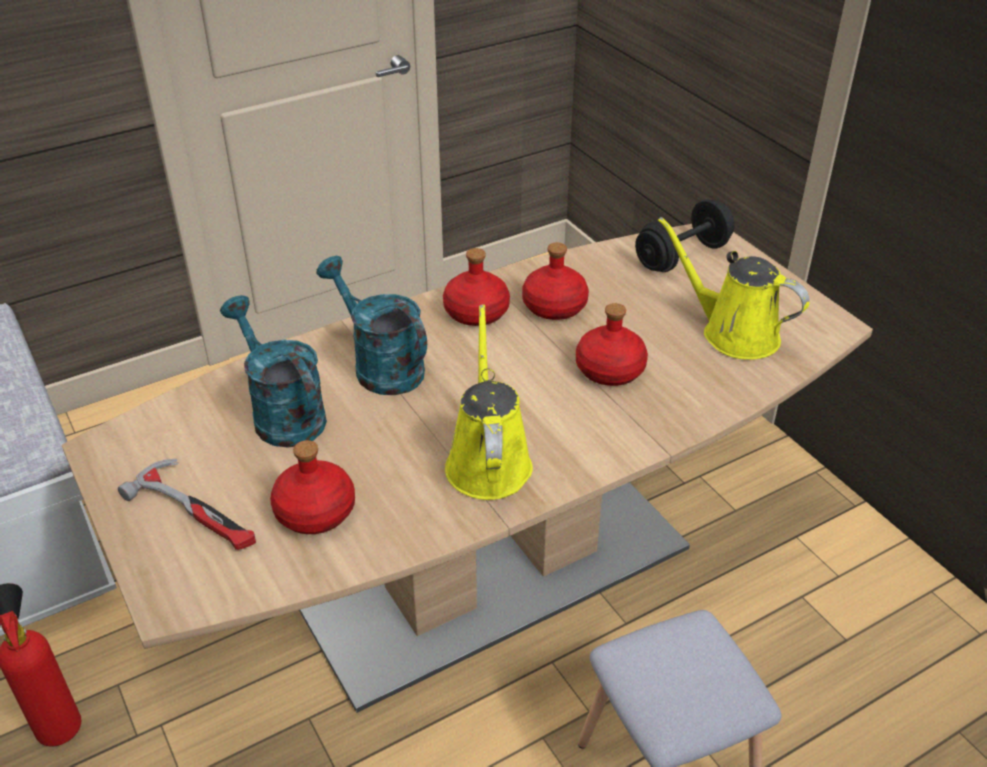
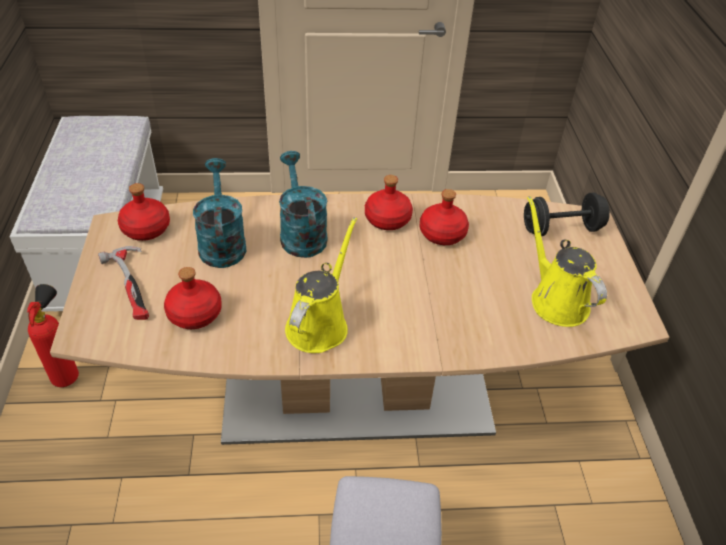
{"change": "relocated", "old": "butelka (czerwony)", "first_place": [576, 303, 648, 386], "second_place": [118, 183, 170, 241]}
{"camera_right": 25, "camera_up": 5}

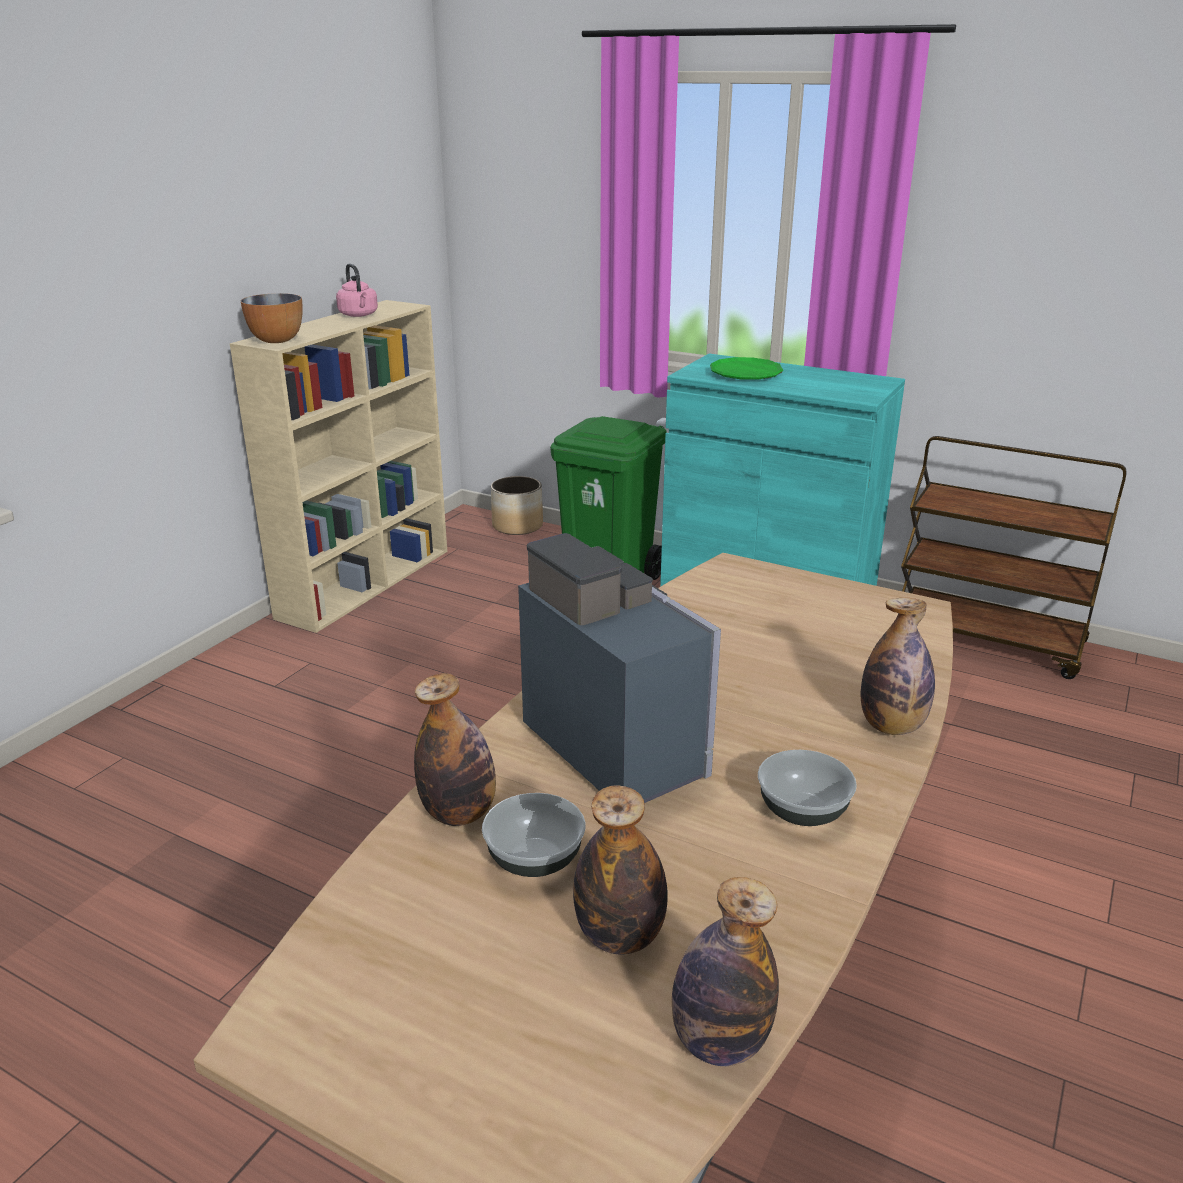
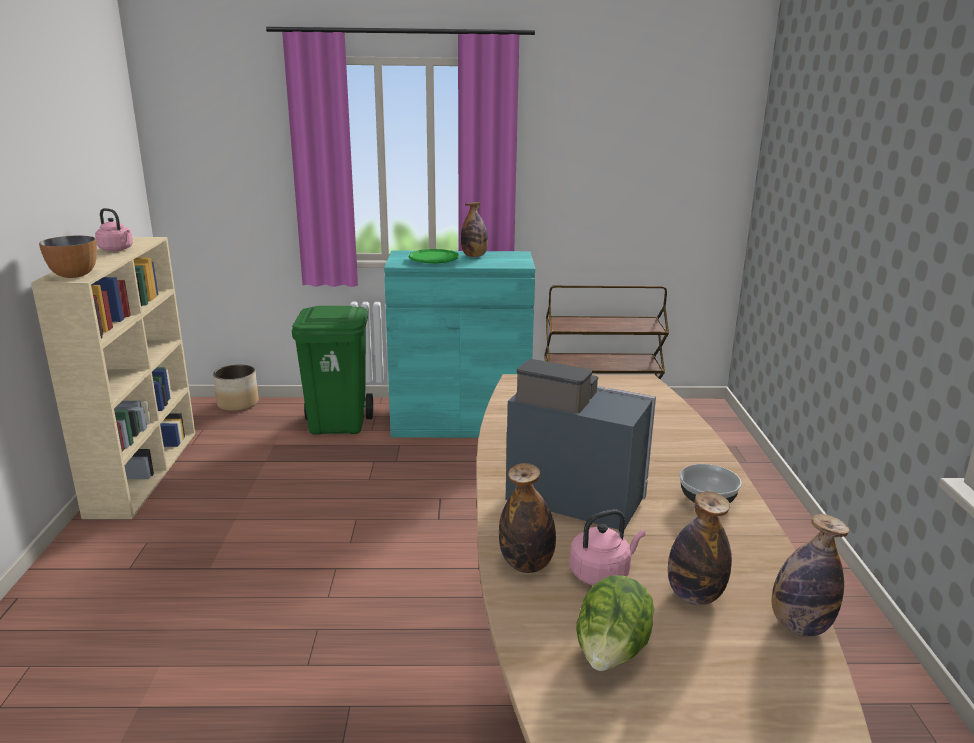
{"change": "appeared", "new": "sałata", "second_place": [576, 575, 654, 671]}
{"change": "relocated", "old": "butelka", "first_place": [861, 598, 935, 735], "second_place": [461, 202, 488, 257]}
{"change": "exchanged", "old": "miska", "new": "czajnik (różowy)", "first_place": [482, 793, 586, 877], "second_place": [569, 509, 645, 585]}
{"camera_right": -30, "camera_up": -5}

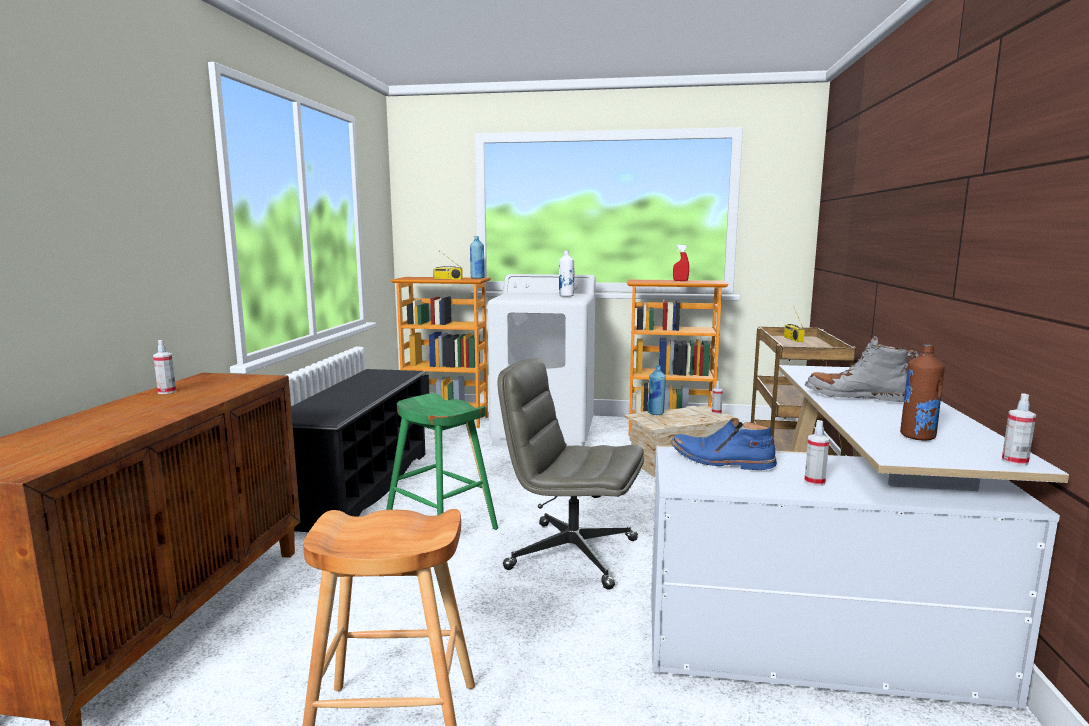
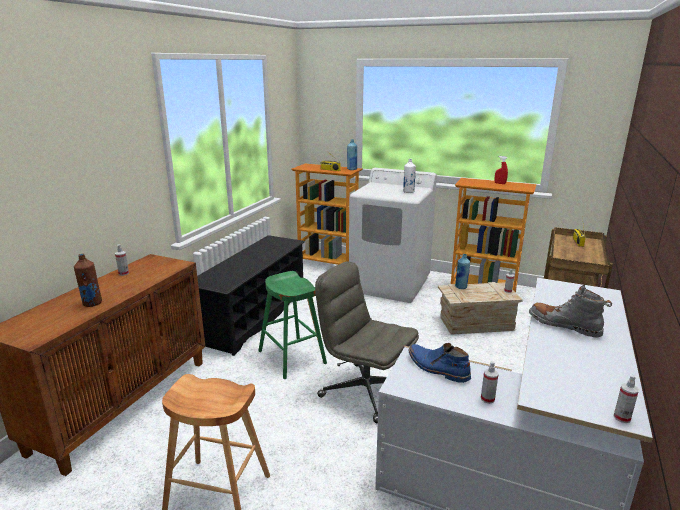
{"change": "relocated", "old": "butelka (brązowy)", "first_place": [900, 345, 945, 441], "second_place": [74, 254, 102, 307]}
{"camera_right": 15, "camera_up": 10}

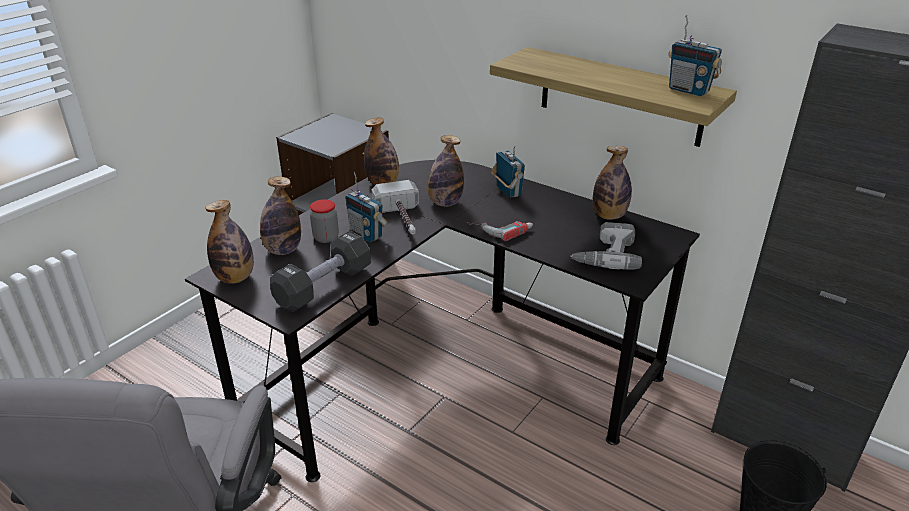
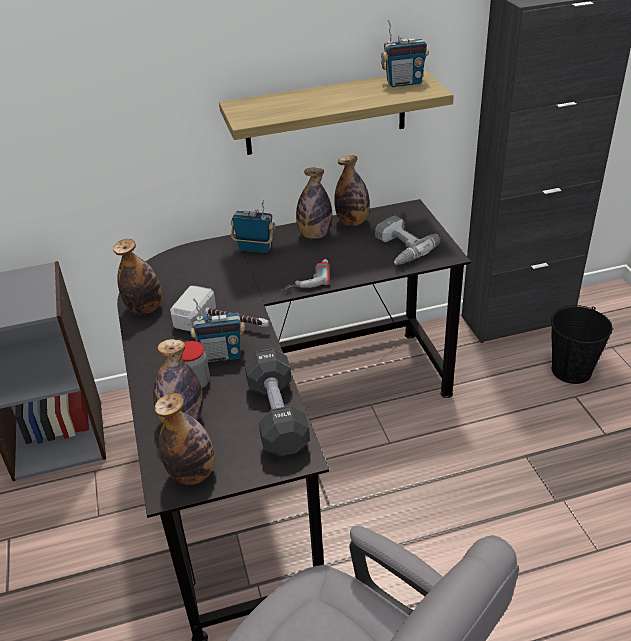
{"change": "relocated", "old": "butelka", "first_place": [428, 135, 464, 207], "second_place": [296, 168, 332, 239]}
{"camera_right": -50, "camera_up": 5}

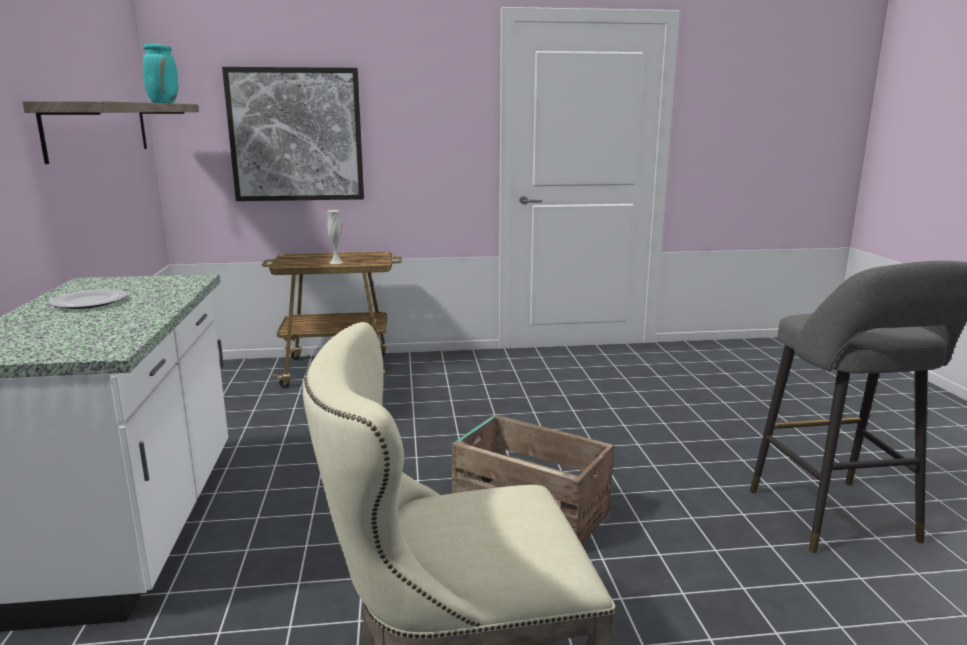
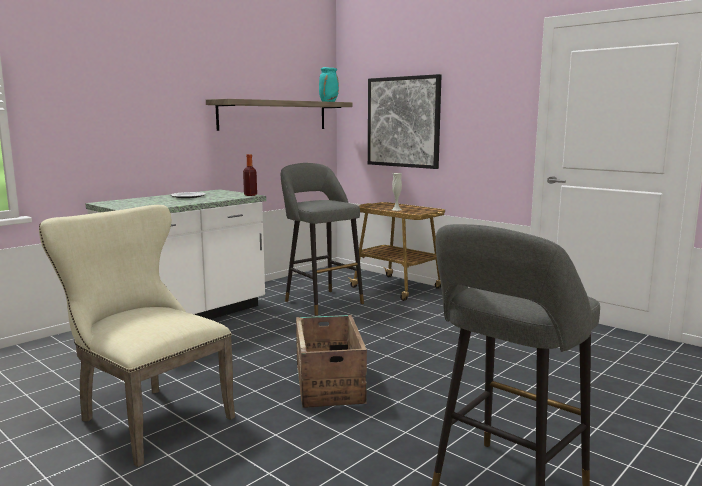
{"change": "appeared", "new": "butelka", "second_place": [243, 154, 257, 196]}
{"change": "appeared", "new": "stołek (szary)", "second_place": [281, 163, 364, 315]}
{"camera_right": 50, "camera_up": -5}

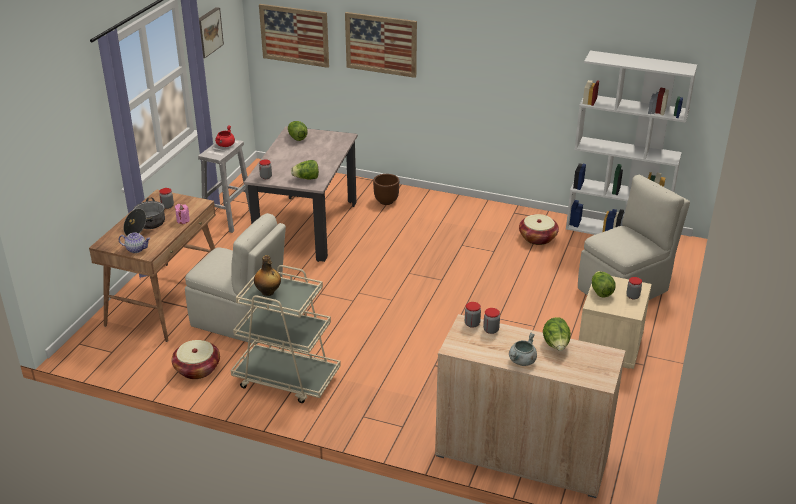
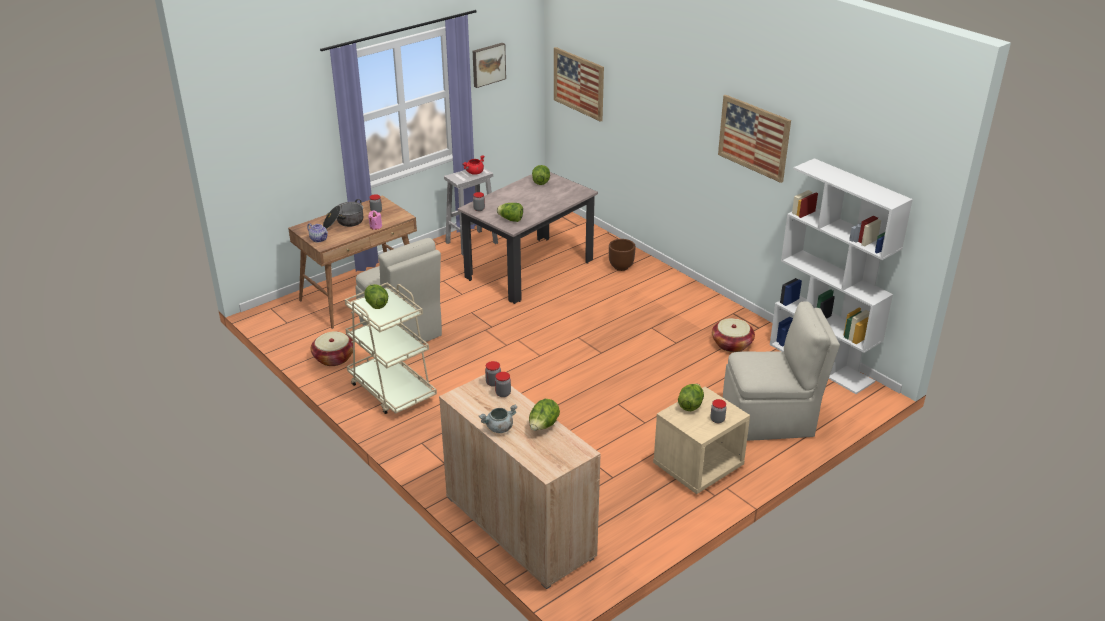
{"change": "relocated", "old": "obraz", "first_place": [345, 12, 417, 78], "second_place": [718, 94, 791, 183]}
{"change": "exchanged", "old": "butelka", "new": "sałata", "first_place": [254, 255, 281, 296], "second_place": [364, 284, 388, 309]}
{"camera_right": 30, "camera_up": 0}

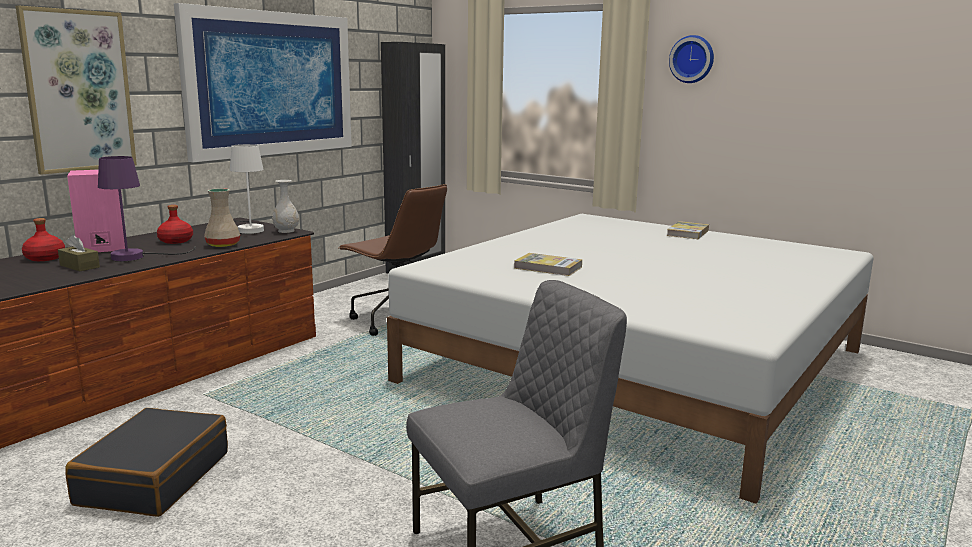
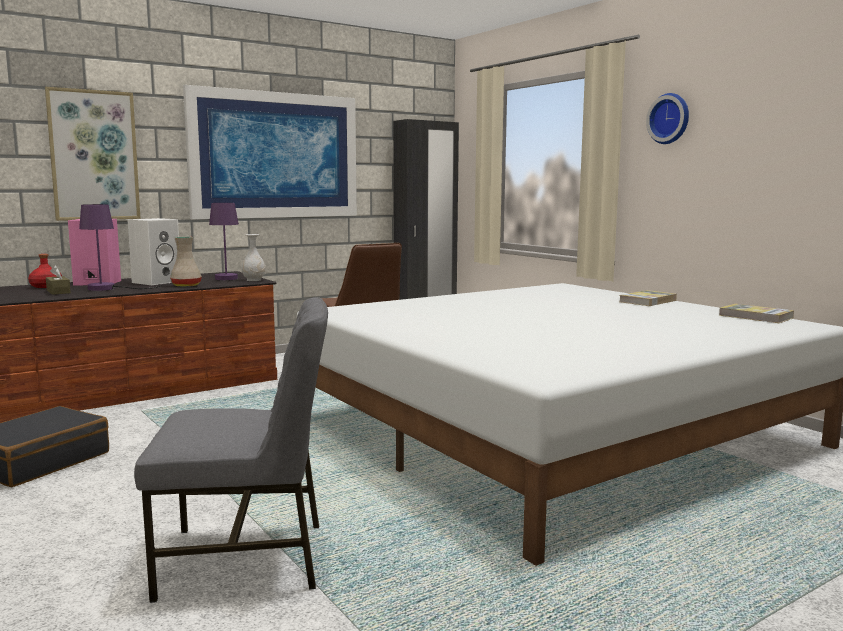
{"change": "relocated", "old": "książka", "first_place": [514, 253, 582, 276], "second_place": [719, 304, 794, 323]}
{"change": "exchanged", "old": "butelka (czerwony)", "new": "głośnik (biały)", "first_place": [157, 205, 193, 244], "second_place": [128, 218, 179, 285]}
{"change": "colour", "old": "lampa stołowa (biały)", "new": "lampa stołowa (fioletowy)", "first_place": [230, 144, 264, 234], "second_place": [209, 203, 239, 281]}
{"camera_right": 20, "camera_up": -5}

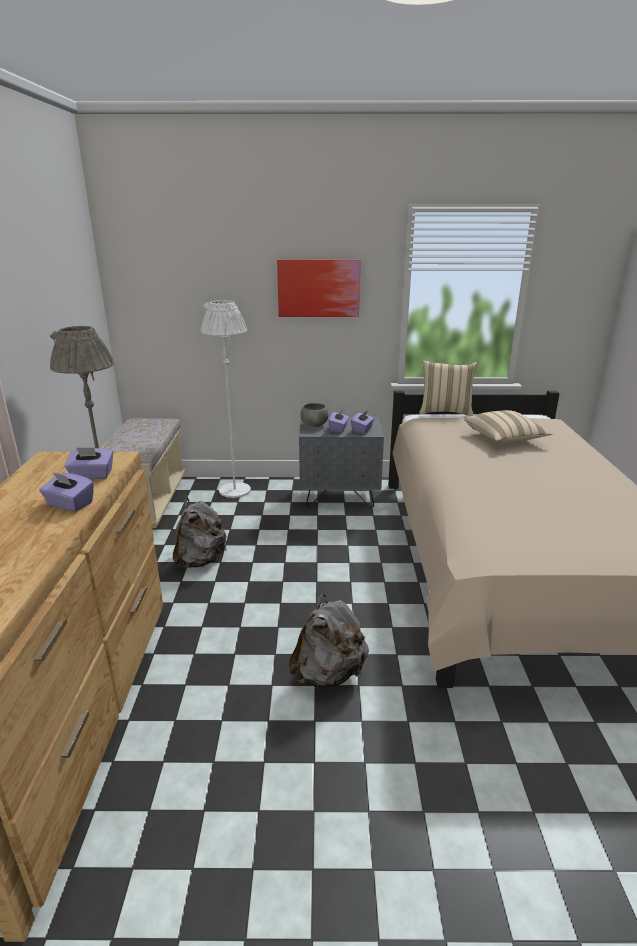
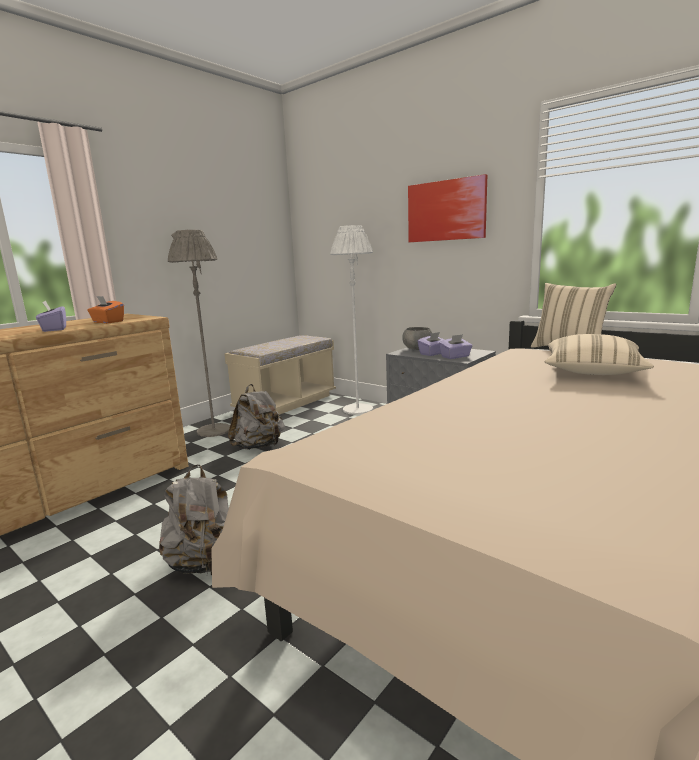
{"change": "colour", "old": "pudełko chusteczek (fioletowy)", "new": "pudełko chusteczek (pomarańczowy)", "first_place": [65, 447, 113, 479], "second_place": [87, 296, 124, 324]}
{"camera_right": 40, "camera_up": -10}

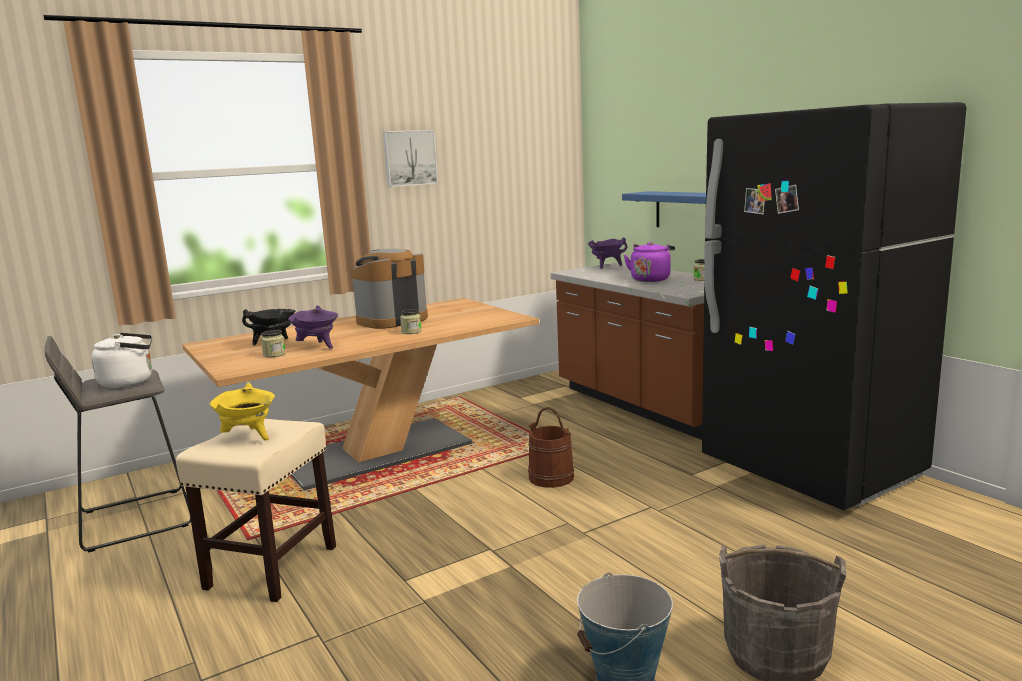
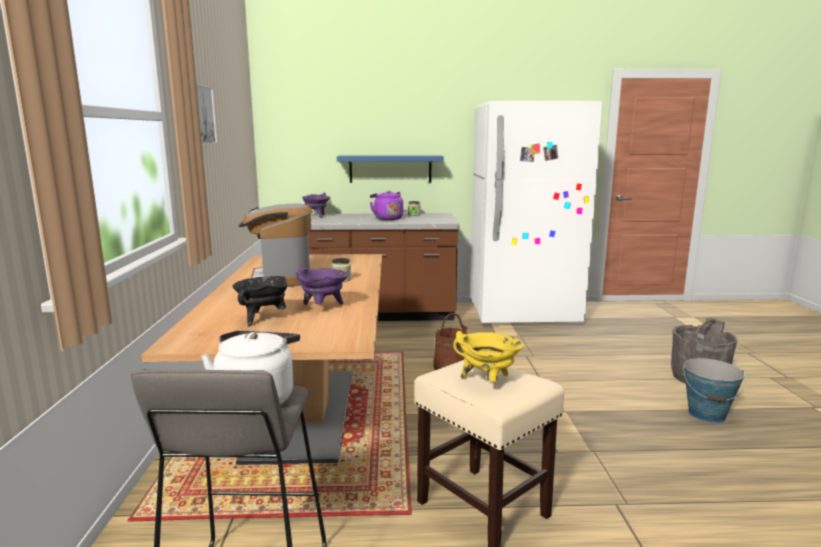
{"change": "missing", "old": "słoik", "first_place": [261, 330, 286, 357]}
{"change": "colour", "old": "lodówka (czarny)", "new": "lodówka (biały)", "first_place": [702, 102, 967, 510], "second_place": [470, 101, 603, 323]}
{"camera_right": -60, "camera_up": 0}

